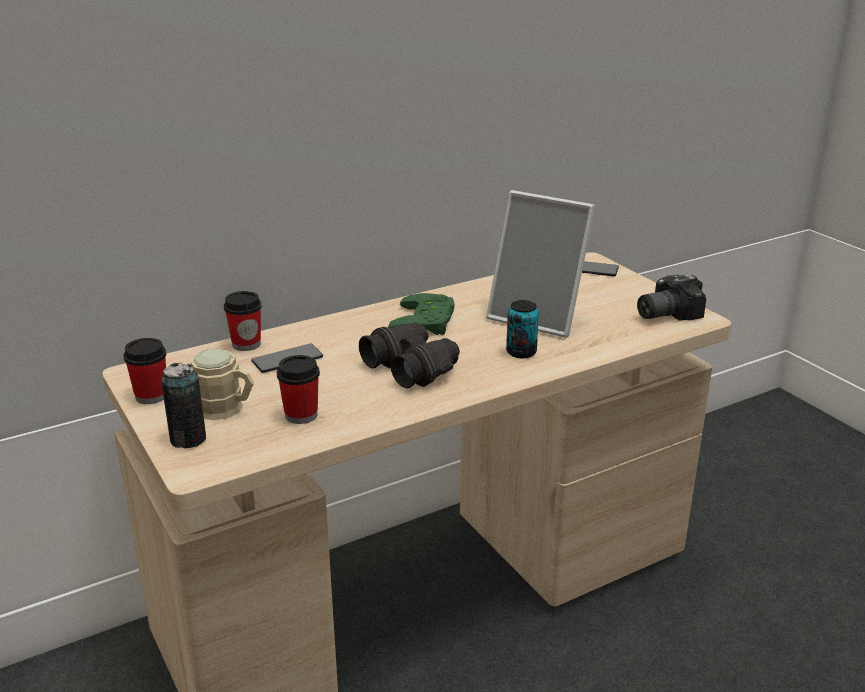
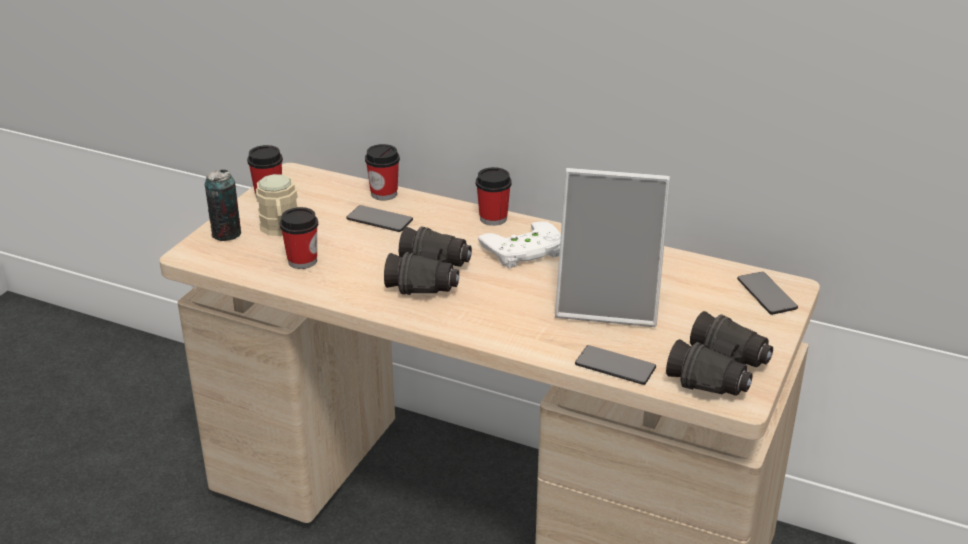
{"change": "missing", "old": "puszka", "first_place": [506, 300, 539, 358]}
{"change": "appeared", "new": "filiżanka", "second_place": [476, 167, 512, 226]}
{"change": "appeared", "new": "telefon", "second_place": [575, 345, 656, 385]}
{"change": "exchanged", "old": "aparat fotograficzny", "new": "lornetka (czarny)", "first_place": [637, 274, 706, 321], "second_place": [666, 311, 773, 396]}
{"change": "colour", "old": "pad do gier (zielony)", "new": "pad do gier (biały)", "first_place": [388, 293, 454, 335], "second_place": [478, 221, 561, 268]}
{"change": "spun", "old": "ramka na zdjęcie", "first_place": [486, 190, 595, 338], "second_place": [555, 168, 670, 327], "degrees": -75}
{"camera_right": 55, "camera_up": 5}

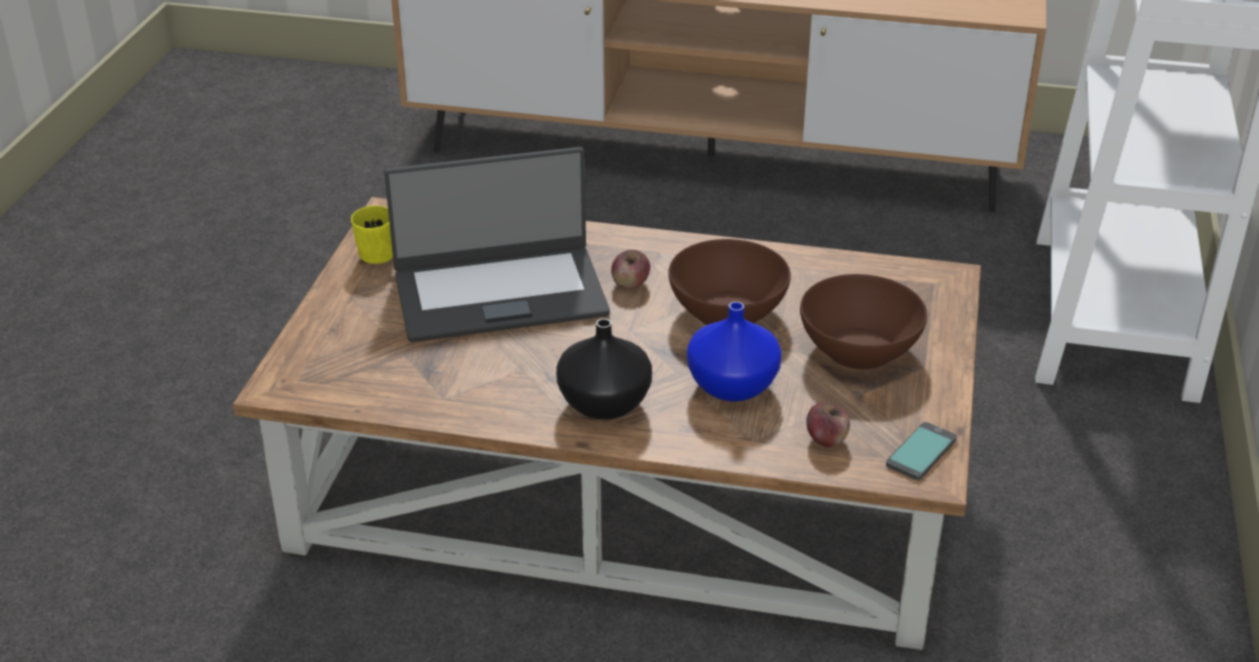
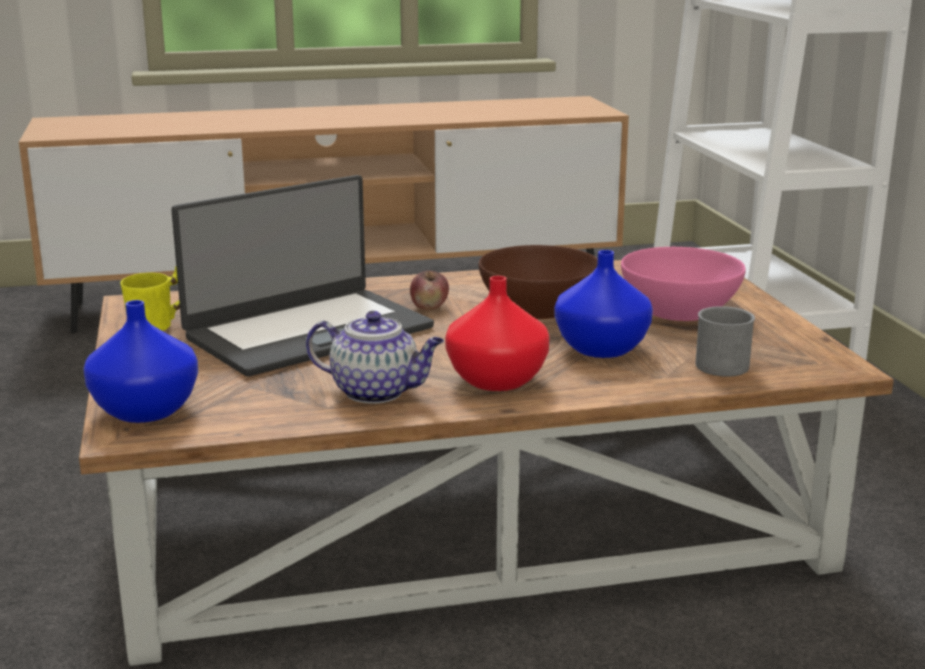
{"change": "missing", "old": "telefon", "first_place": [886, 422, 957, 480]}
{"change": "appeared", "new": "wazon (niebieski)", "second_place": [83, 300, 198, 423]}
{"change": "appeared", "new": "imbryk", "second_place": [306, 311, 444, 404]}
{"change": "exchanged", "old": "jabłko", "new": "kubek (szary)", "first_place": [806, 402, 850, 447], "second_place": [696, 306, 755, 377]}
{"change": "colour", "old": "wazon (czarny)", "new": "wazon (czerwony)", "first_place": [556, 319, 652, 420], "second_place": [445, 276, 549, 391]}
{"change": "colour", "old": "miska (brązowy)", "new": "miska (różowy)", "first_place": [800, 274, 927, 369], "second_place": [621, 247, 746, 321]}
{"camera_right": -25, "camera_up": -15}

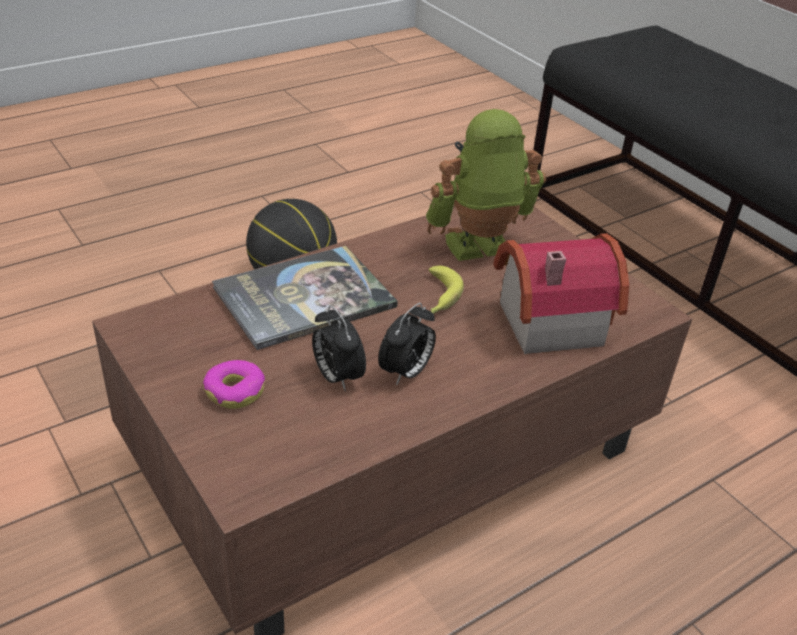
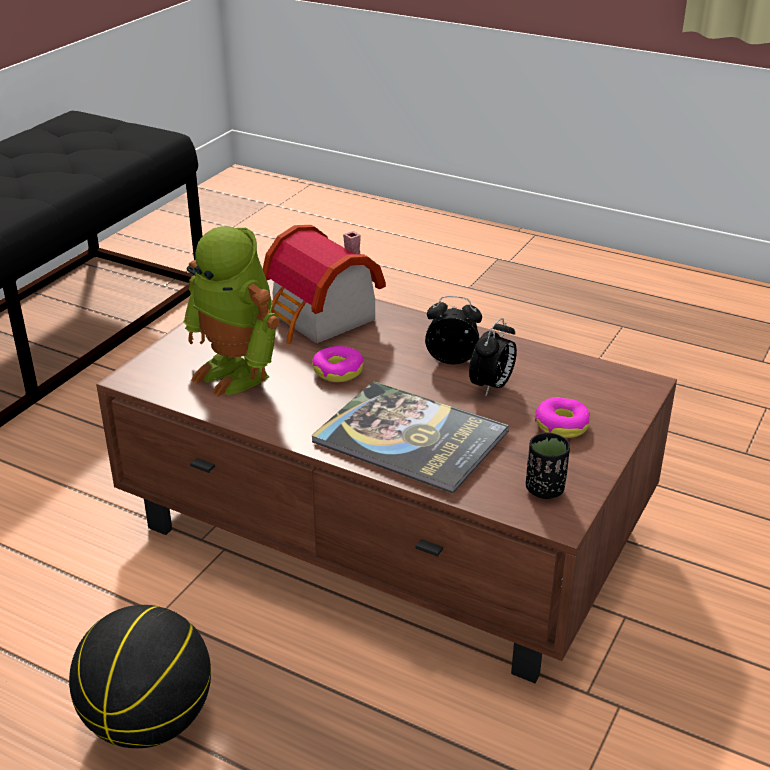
{"change": "appeared", "new": "filiżanka (czarny)", "second_place": [526, 433, 570, 499]}
{"change": "exchanged", "old": "banan", "new": "donut", "first_place": [429, 266, 464, 314], "second_place": [312, 346, 364, 382]}
{"camera_right": -115, "camera_up": -5}

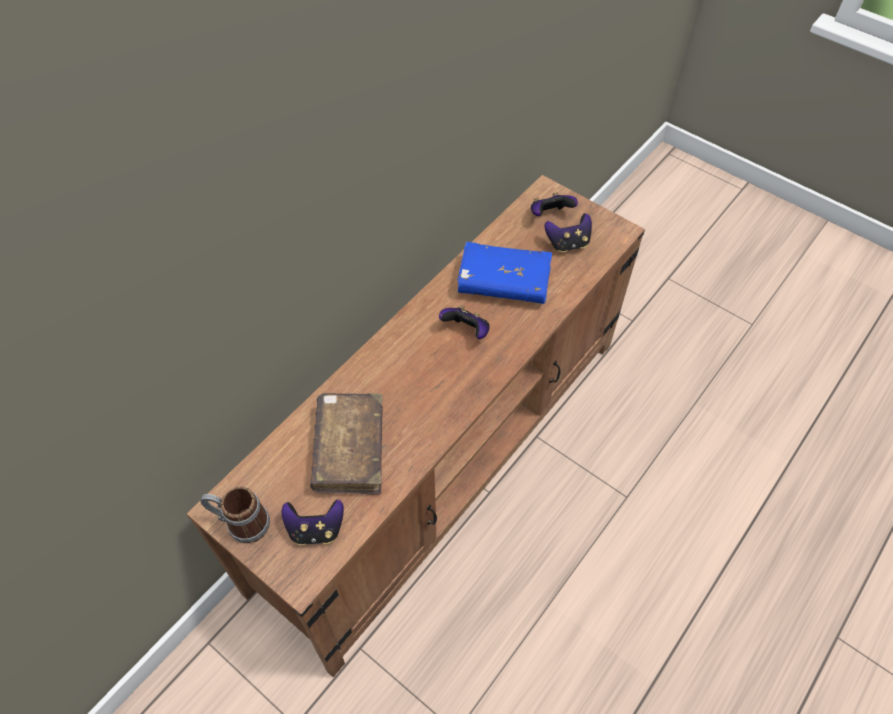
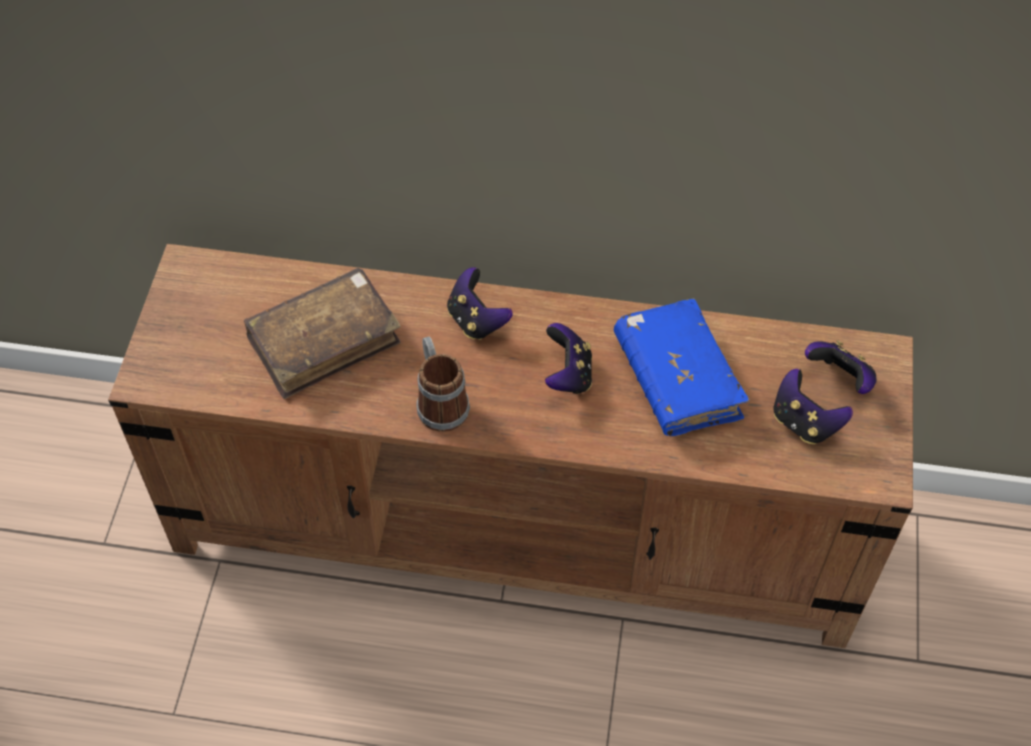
{"change": "relocated", "old": "kubek", "first_place": [200, 487, 270, 543], "second_place": [417, 336, 470, 432]}
{"change": "relocated", "old": "pad do gier", "first_place": [282, 499, 344, 545], "second_place": [447, 267, 513, 340]}
{"camera_right": 60, "camera_up": 0}

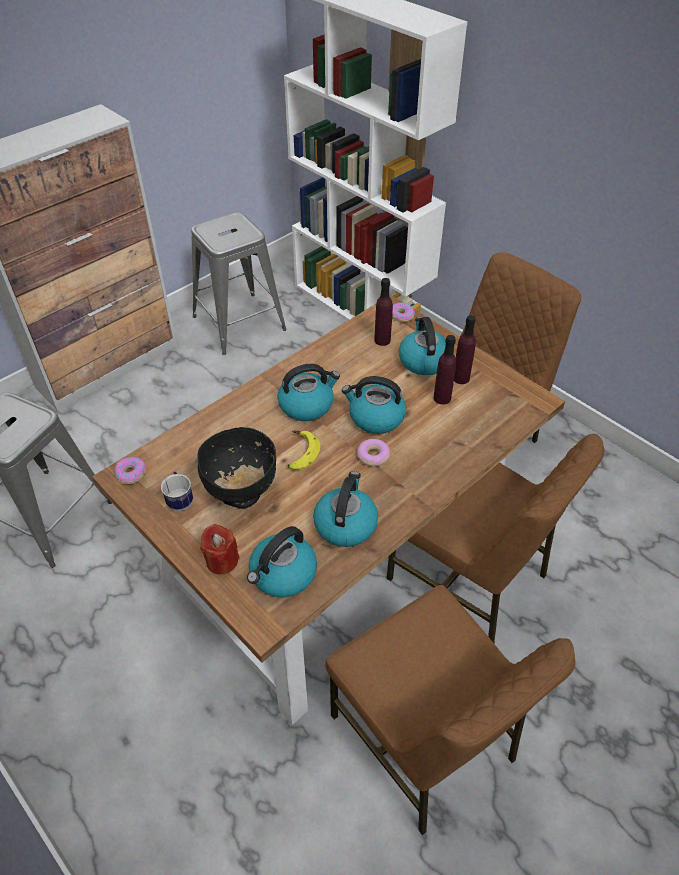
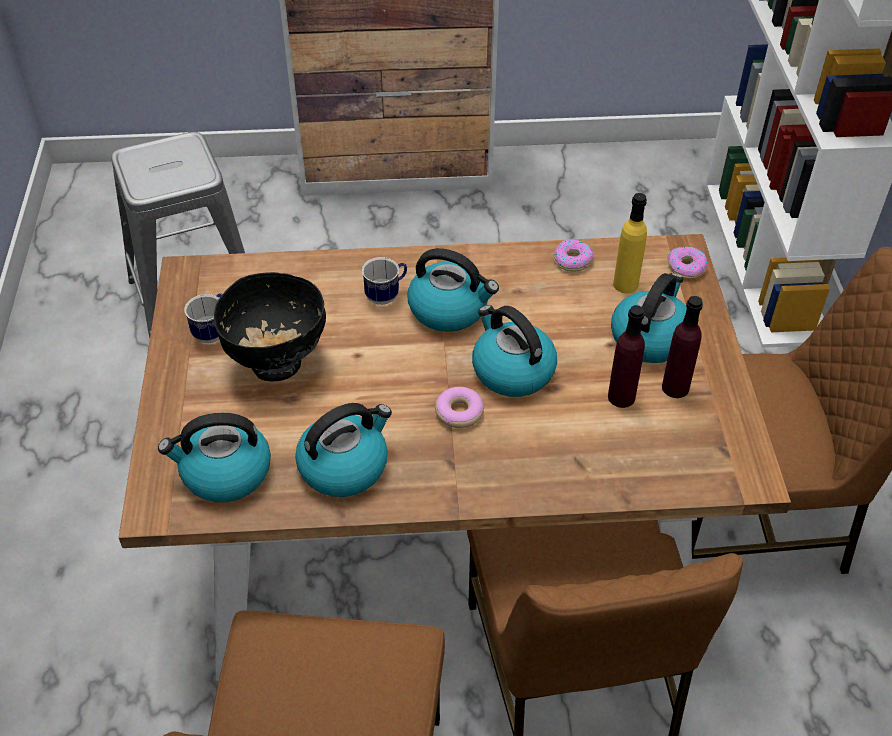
{"change": "missing", "old": "stołek (szary)", "first_place": [191, 212, 287, 355]}
{"change": "missing", "old": "świeca (czerwony)", "first_place": [200, 524, 240, 575]}
{"change": "missing", "old": "banan", "first_place": [287, 430, 320, 469]}
{"change": "appeared", "new": "kubek", "second_place": [362, 257, 407, 305]}
{"change": "relocated", "old": "donut", "first_place": [115, 457, 146, 484], "second_place": [554, 239, 594, 272]}
{"change": "colour", "old": "butelka (fioletowy)", "new": "butelka (żółty)", "first_place": [374, 278, 393, 346], "second_place": [613, 193, 647, 293]}
{"camera_right": 40, "camera_up": 0}

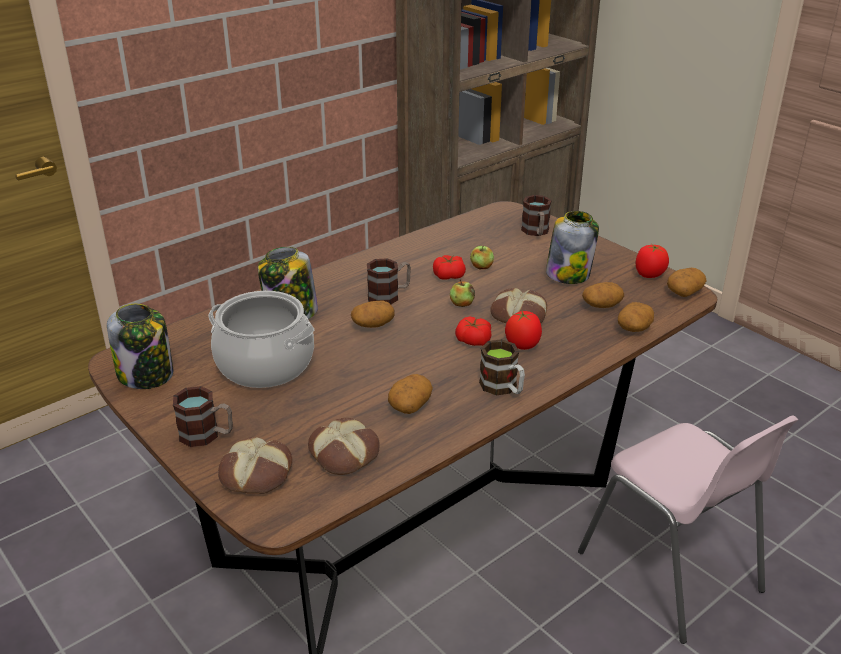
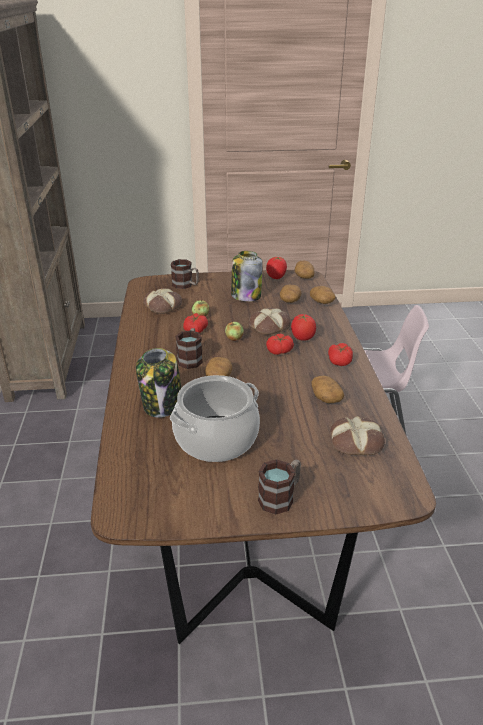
{"change": "missing", "old": "słoik", "first_place": [107, 304, 173, 389]}
{"change": "relocated", "old": "chleb", "first_place": [218, 437, 293, 494], "second_place": [144, 288, 182, 314]}
{"change": "exchanged", "old": "kubek", "new": "pomidor", "first_place": [479, 339, 525, 395], "second_place": [328, 343, 353, 366]}
{"camera_right": -55, "camera_up": 0}

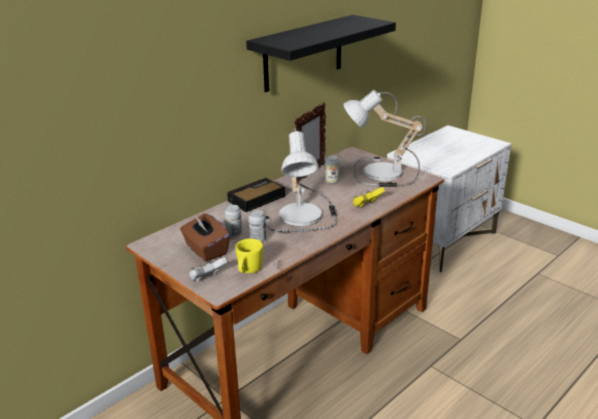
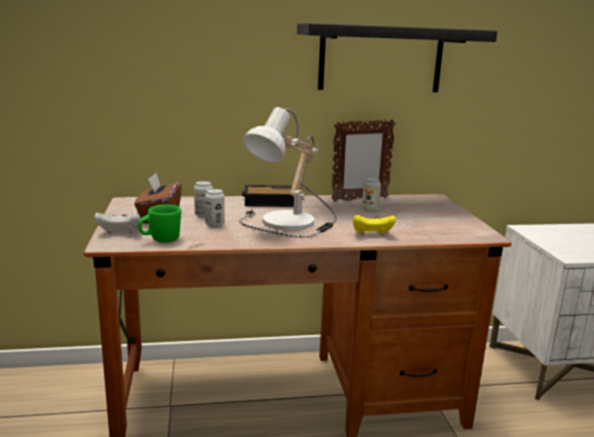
{"change": "missing", "old": "lampa stołowa", "first_place": [343, 90, 426, 187]}
{"change": "colour", "old": "kubek (żółty)", "new": "kubek (zielony)", "first_place": [235, 239, 263, 273], "second_place": [138, 205, 181, 243]}
{"camera_right": 35, "camera_up": -10}

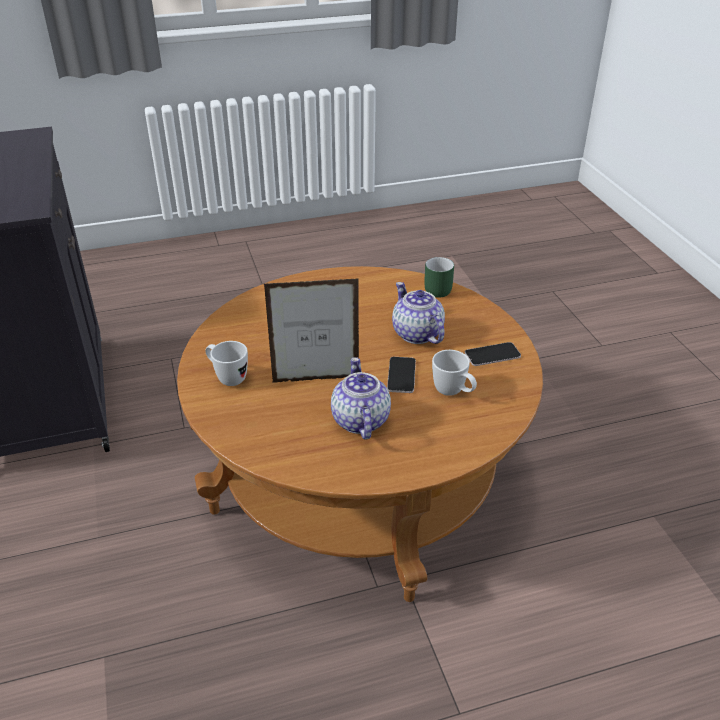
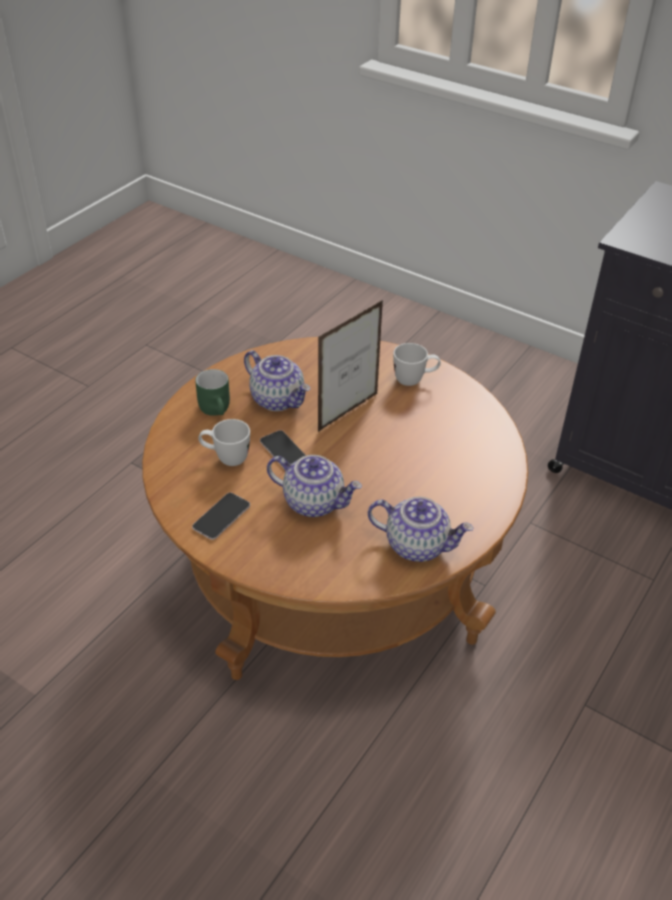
{"change": "appeared", "new": "imbryk", "second_place": [368, 496, 473, 562]}
{"change": "relocated", "old": "kubek (zielony)", "first_place": [424, 257, 454, 298], "second_place": [195, 369, 230, 416]}
{"camera_right": 140, "camera_up": 5}

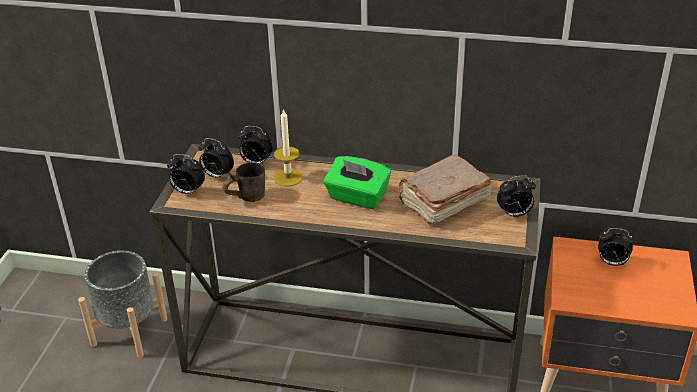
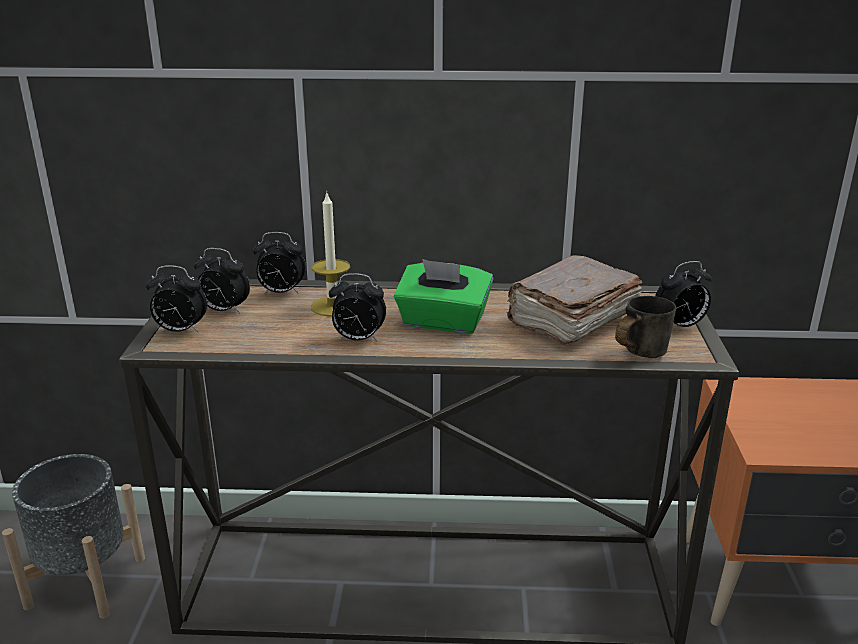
{"change": "relocated", "old": "kubek (szary)", "first_place": [223, 162, 265, 202], "second_place": [615, 296, 676, 358]}
{"change": "relocated", "old": "budzik", "first_place": [598, 228, 635, 266], "second_place": [329, 273, 386, 341]}
{"camera_right": -10, "camera_up": -10}

